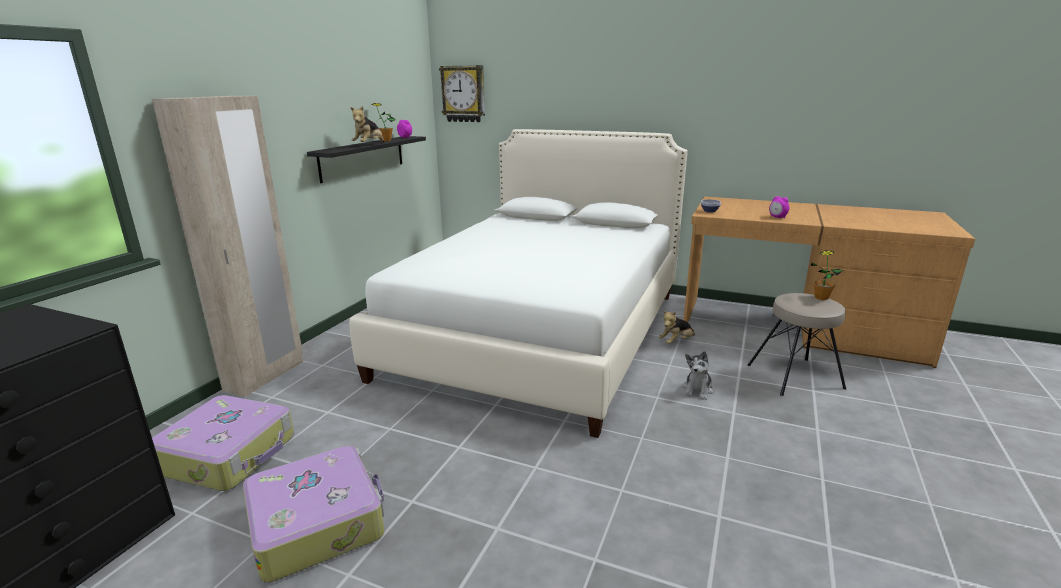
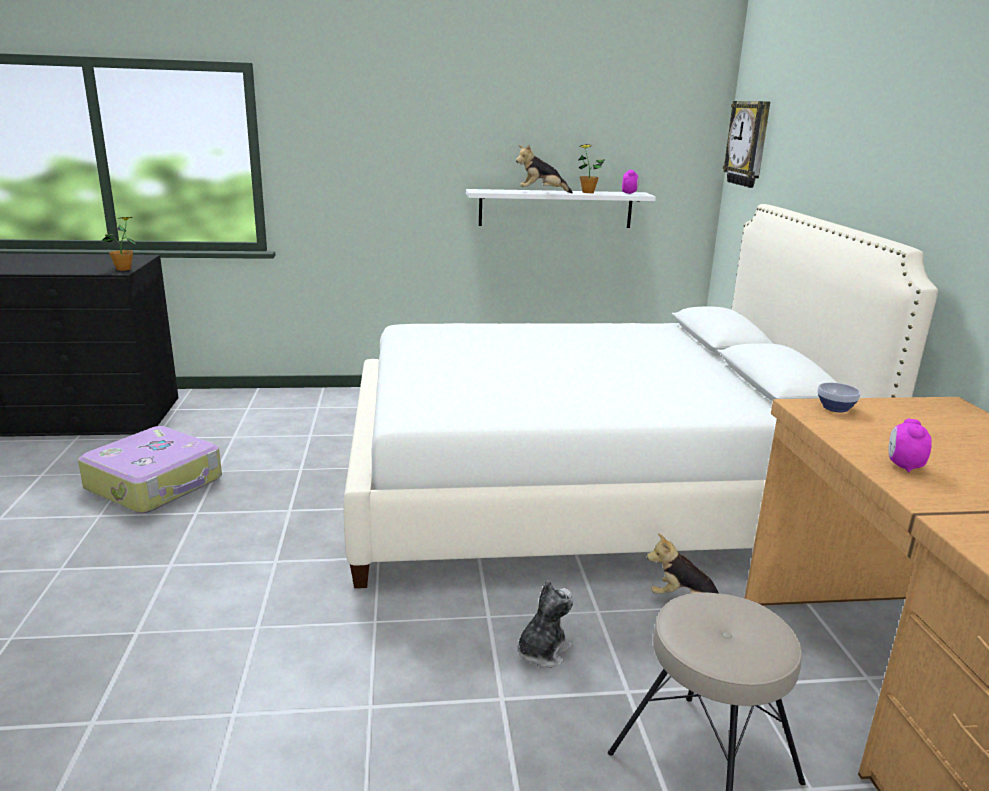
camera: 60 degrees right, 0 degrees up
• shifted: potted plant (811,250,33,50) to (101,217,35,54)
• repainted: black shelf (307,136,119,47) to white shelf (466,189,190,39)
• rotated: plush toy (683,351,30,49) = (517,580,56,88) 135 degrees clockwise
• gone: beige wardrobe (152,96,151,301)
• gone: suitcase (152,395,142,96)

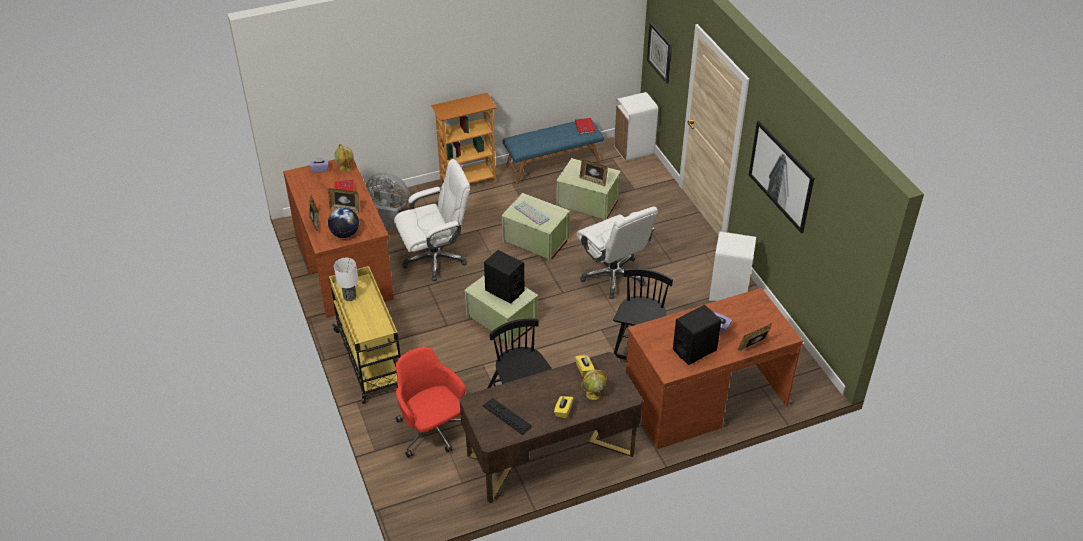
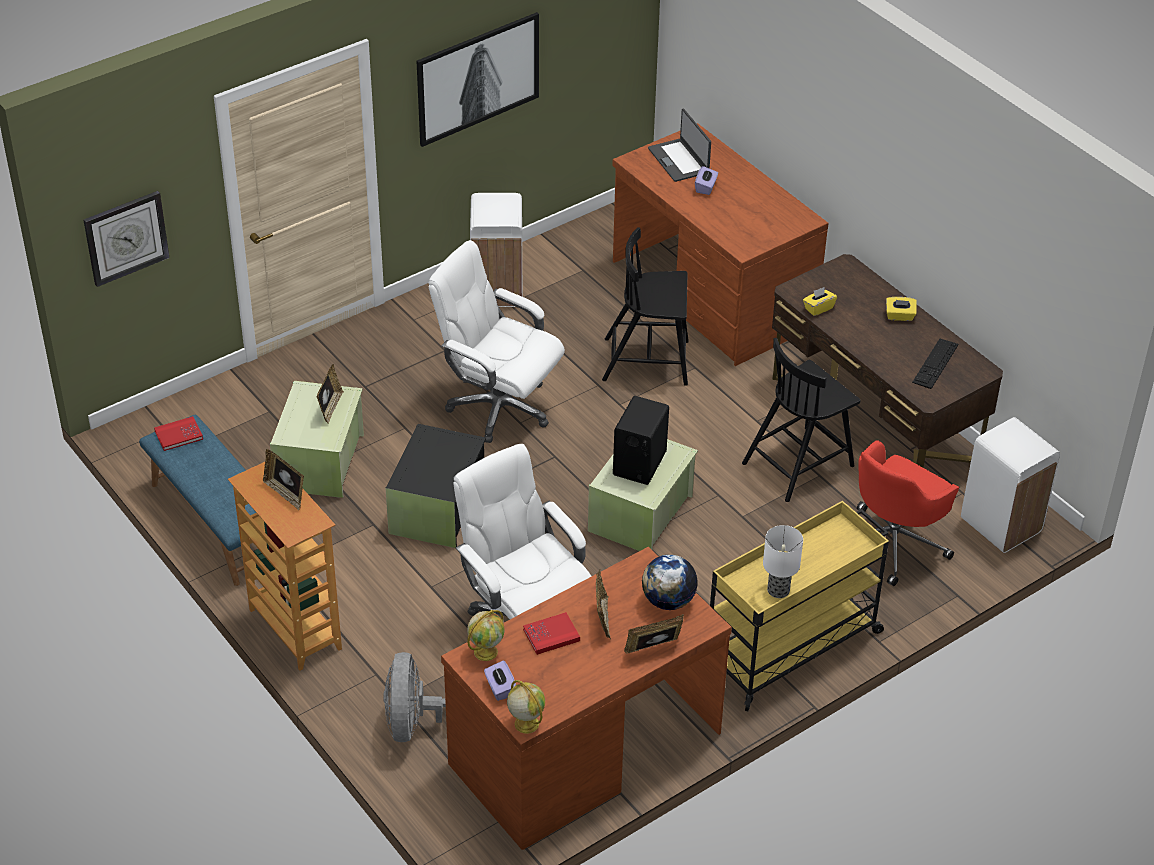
camera: 105 degrees left, 0 degrees up
• shifted: picture frame (737,323,35,28) to (263,449,41,62)
• repainted: green storage box (502,193,68,68) to black storage box (386,424,100,124)
• rotated: white office chair (577,206,81,93) = (428,240,137,203) 105 degrees counterclockwise
• shifted: globe (581,370,26,30) to (507,680,38,54)
• new: laptop (648,109,63,73)
• shifted: white trash can (614,92,44,69) to (961,417,99,136)
• gone: keyboard (514,201,36,24)
• gone: black speaker (673,305,48,60)

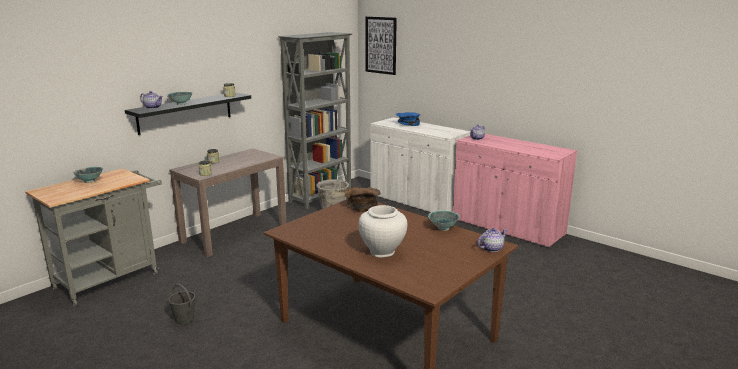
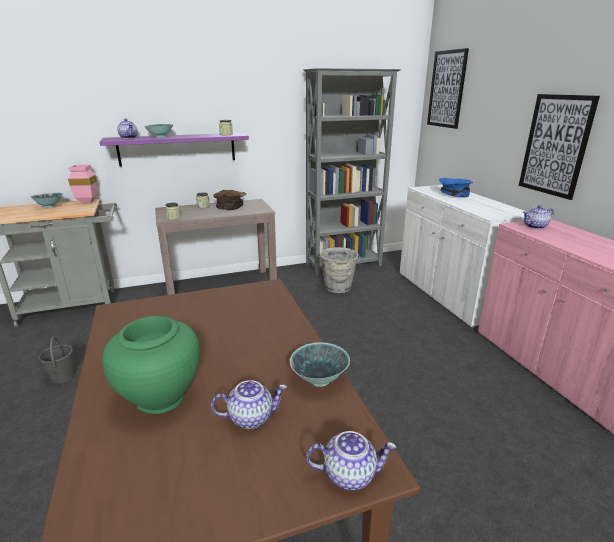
camera: 30 degrees right, 5 degrees up
• new: pink vase (68,165,29,38)
• repainted: black shelf (125,92,126,43) to purple shelf (100,133,149,34)
• repainted: white vase (359,205,48,53) to green vase (102,316,98,98)
• new: teapot (211,380,76,49)
• shifted: brown bowl (344,187,36,25) to (213,190,33,20)
• new: picture (519,94,81,106)

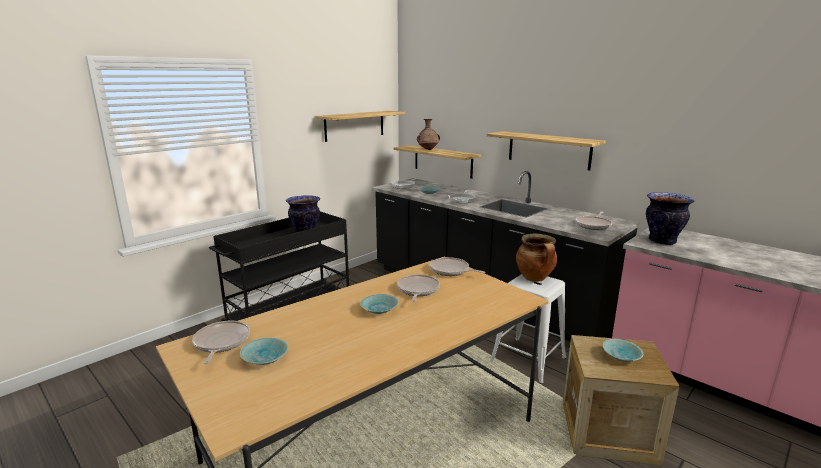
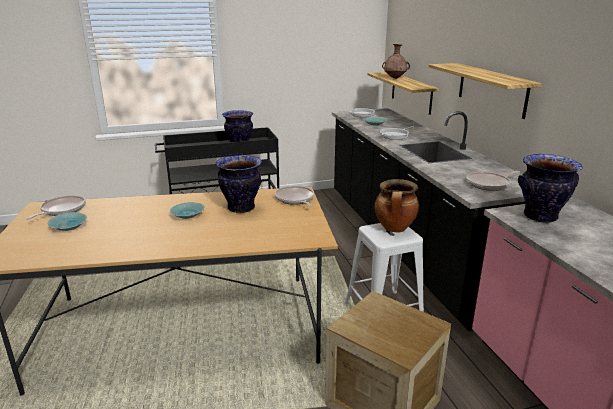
camera: 30 degrees right, 5 degrees up
• swapped: frying pan (397,274,43,28) to vase (216,155,46,58)
• gone: shelf (316,111,89,31)
• gone: turquoise bowl (603,339,40,23)

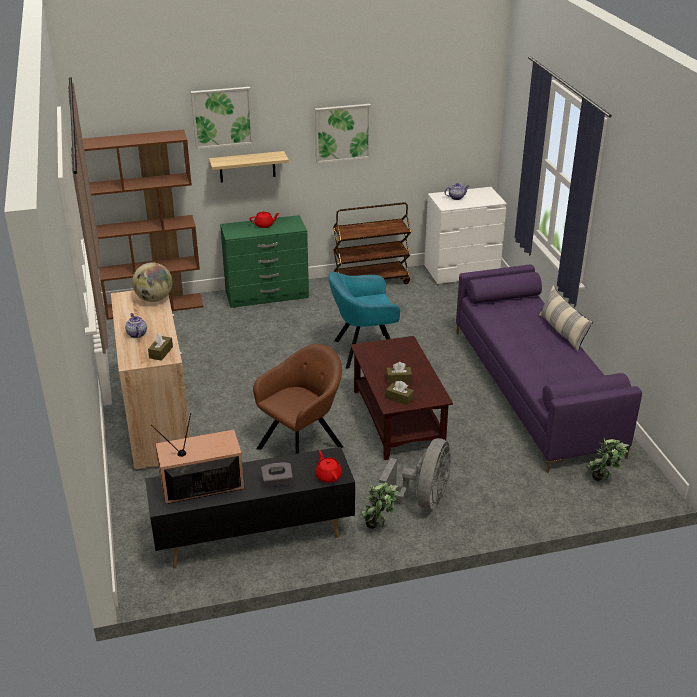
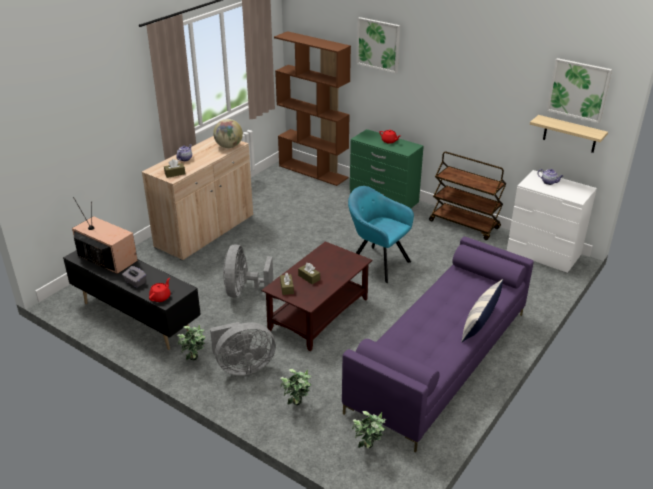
camera: 50 degrees right, 0 degrees up
• swapped: brown armchair (253,344,90,110) to grey fan (223,244,50,53)
• new: potted plant (280,369,32,36)
• shifted: shelf (209,151,80,31) to (530,115,78,38)
• shifted: picture (315,104,56,60) to (547,58,65,65)

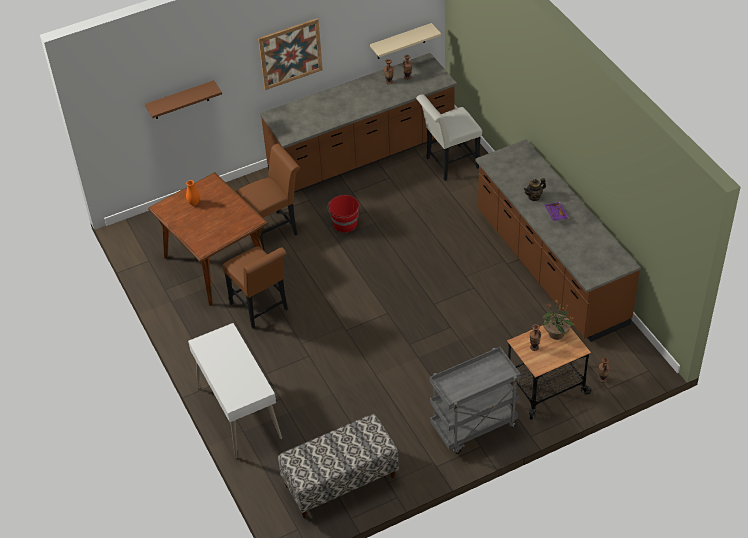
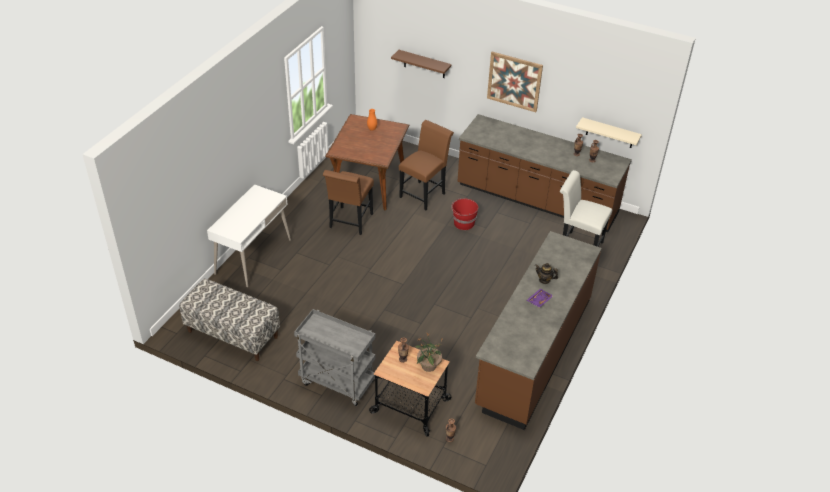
camera: 50 degrees right, 5 degrees down
• rotated: brown chair (235,144,65,106) = (399,120,55,90) 75 degrees counterclockwise

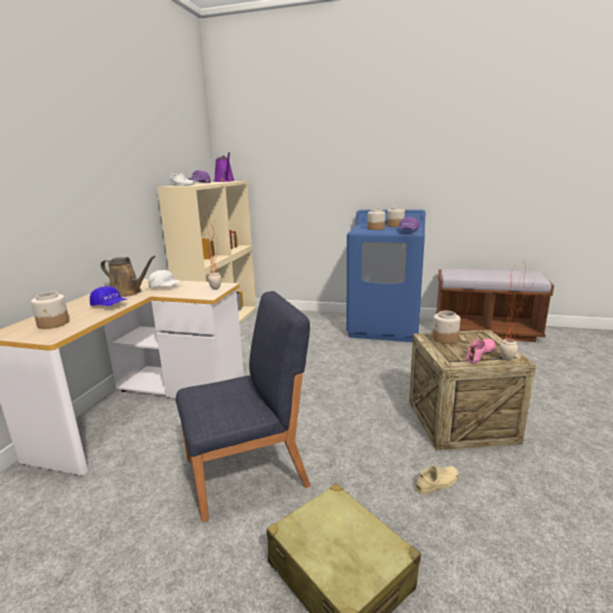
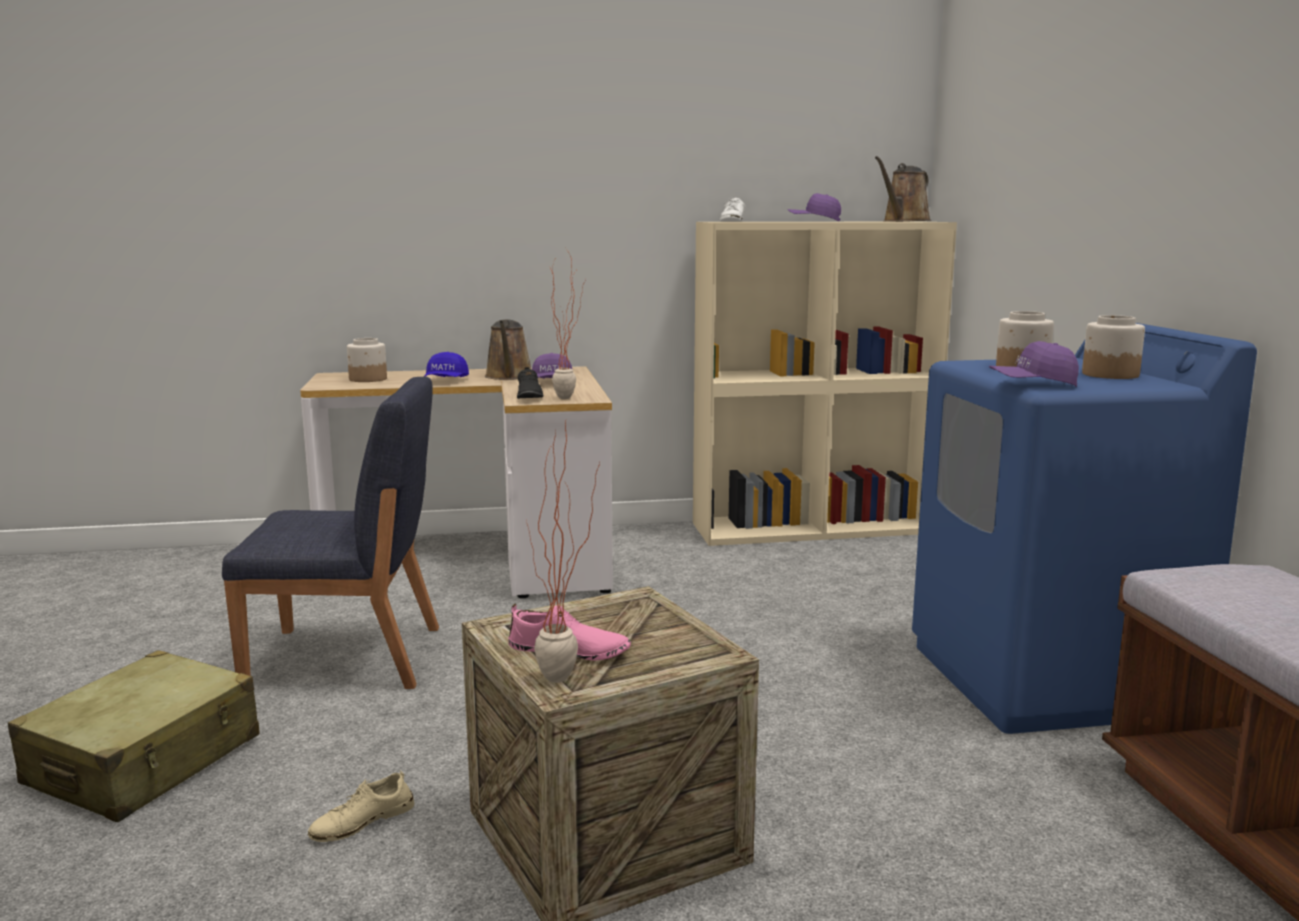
camera: 65 degrees right, 5 degrees down
• rotated: blue chair (176,291,135,232) = (222,377,217,312) 45 degrees counterclockwise
• rotated: beige shoe (416,466,42,29) = (308,770,106,72) 105 degrees clockwise
• new: black shoe (517,367,26,32)
• repainted: white cap (148,270,34,18) to purple cap (532,353,41,26)
• repainted: purple watering can (214,152,21,30) to brown watering can (875,156,56,66)
• gone: jar (432,311,28,33)

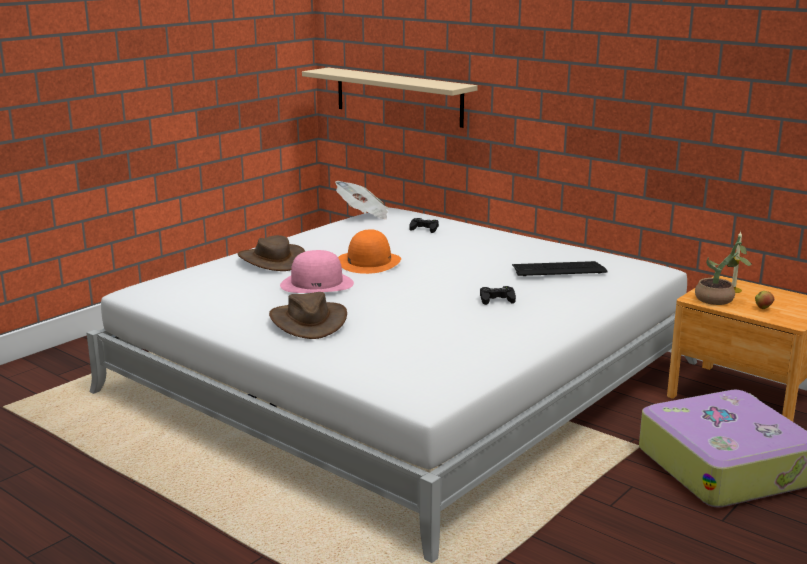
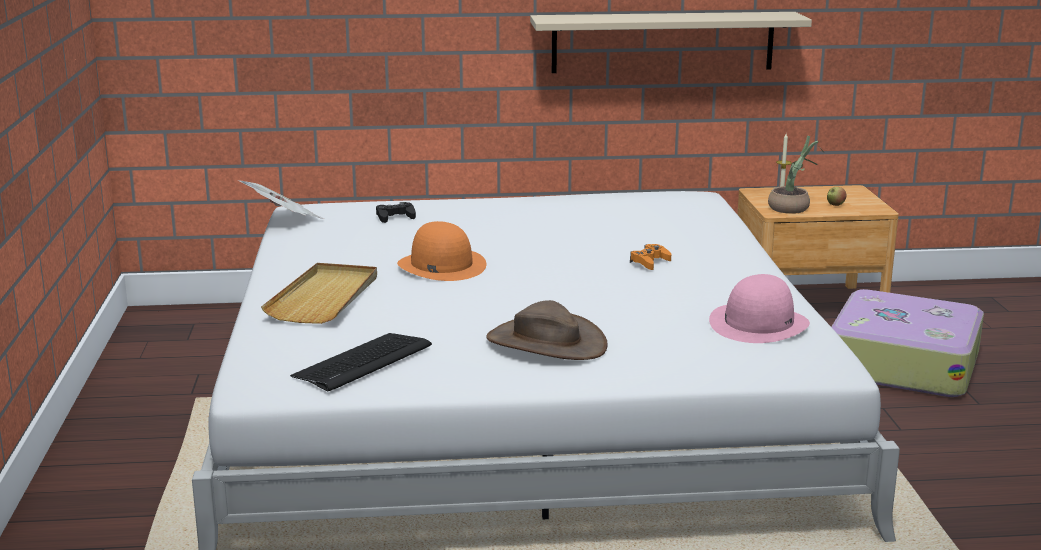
camera: 45 degrees left, 0 degrees up
• swapped: brown hat (238,235,68,36) to beige tray (261,263,116,61)
• shifted: keyboard (512,261,96,15) to (290,333,142,58)
• shifted: beige shelf (302,68,176,60) to (530,12,282,61)
• repainted: black game controller (480,286,36,19) to orange game controller (630,244,41,26)
• shifted: pink hat (280,250,74,43) to (709,274,101,69)

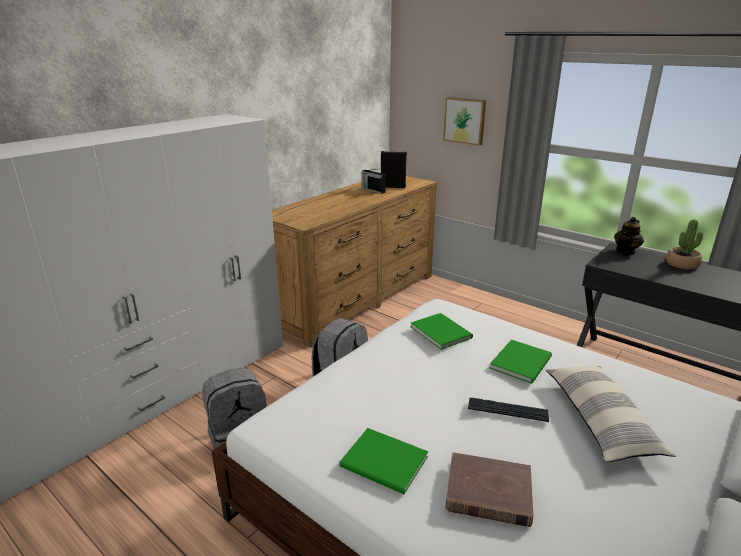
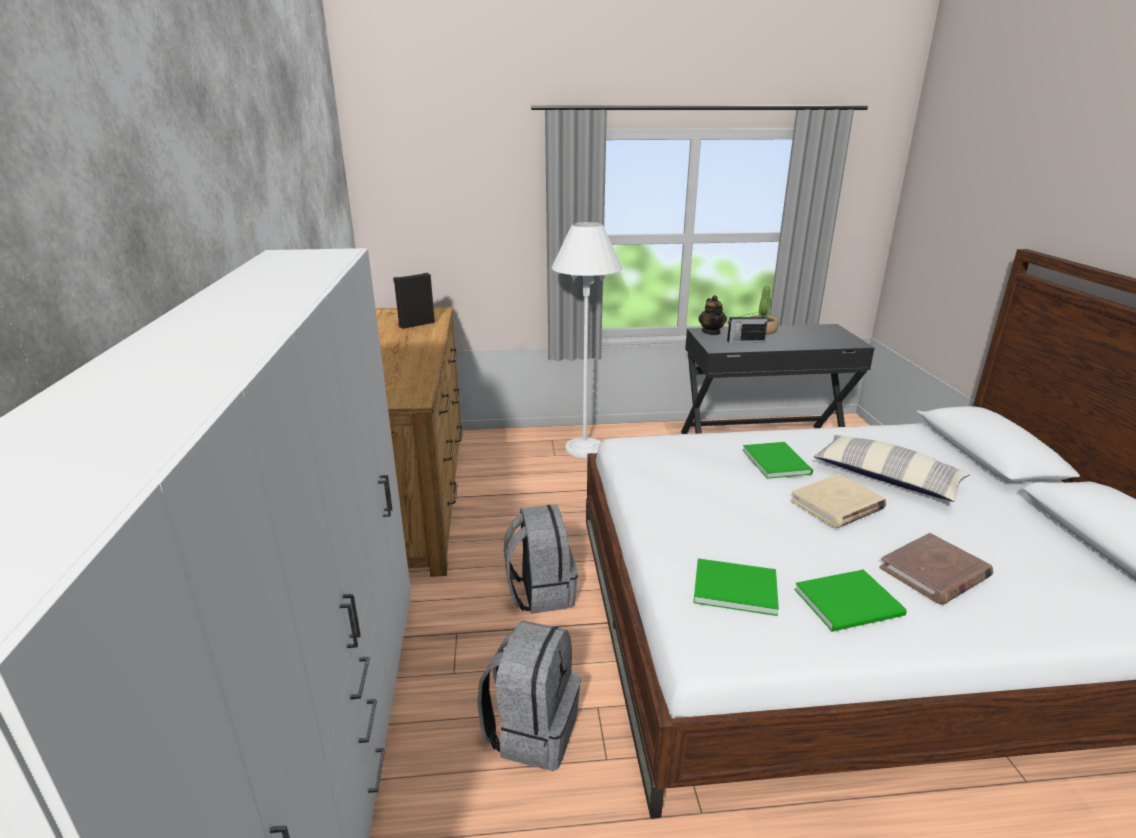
camera: 45 degrees left, 0 degrees up
• new: white floor lamp (552,222,70,236)
• shifted: green book (411,313,62,37) to (693,558,86,58)
• shifted: radio (362,169,24,25) to (727,311,41,32)
• swapped: keyboard (468,398,81,24) to beige book (791,474,95,54)
• gone: picture (443,97,43,49)

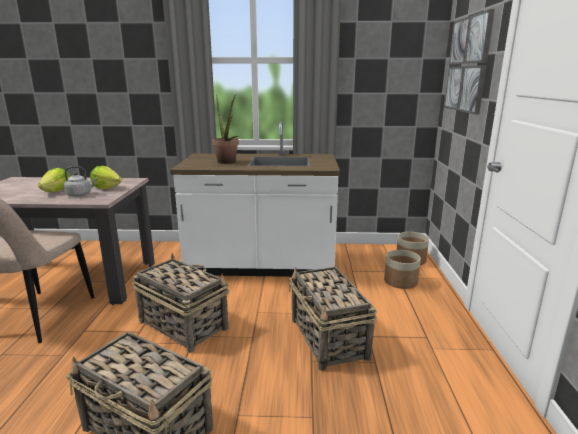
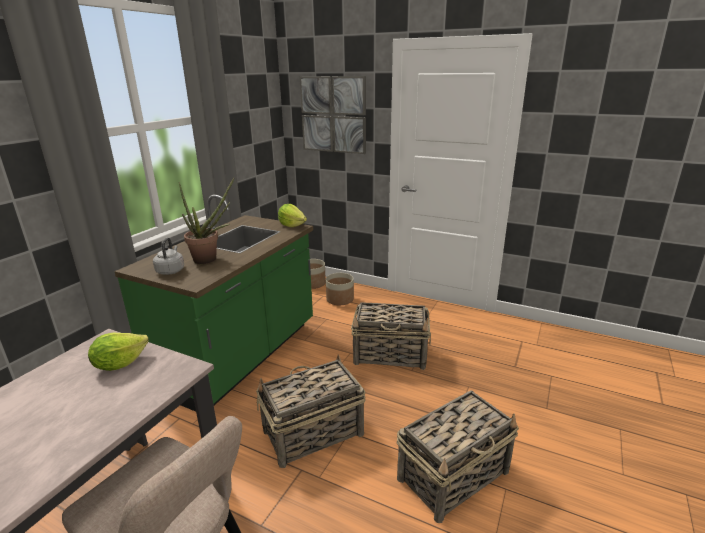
camera: 65 degrees left, 5 degrees up
• repainted: white counter (170,121,170,156) to green counter (114,195,199,216)
• shifted: grey kettle (63,166,34,31) to (153,238,31,37)
• shifted: lettuce (38,168,32,24) to (278,204,29,23)

